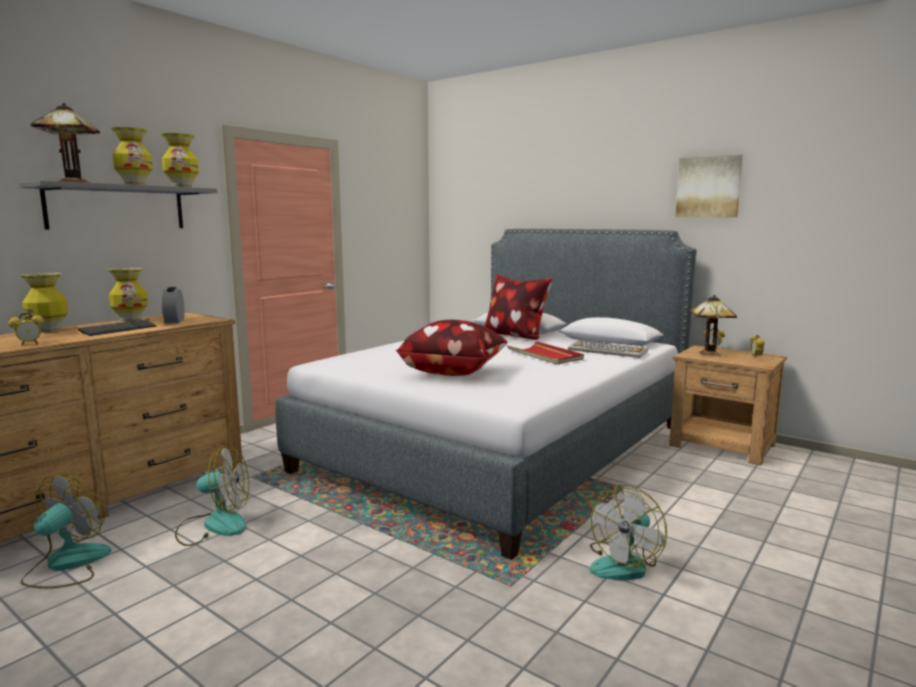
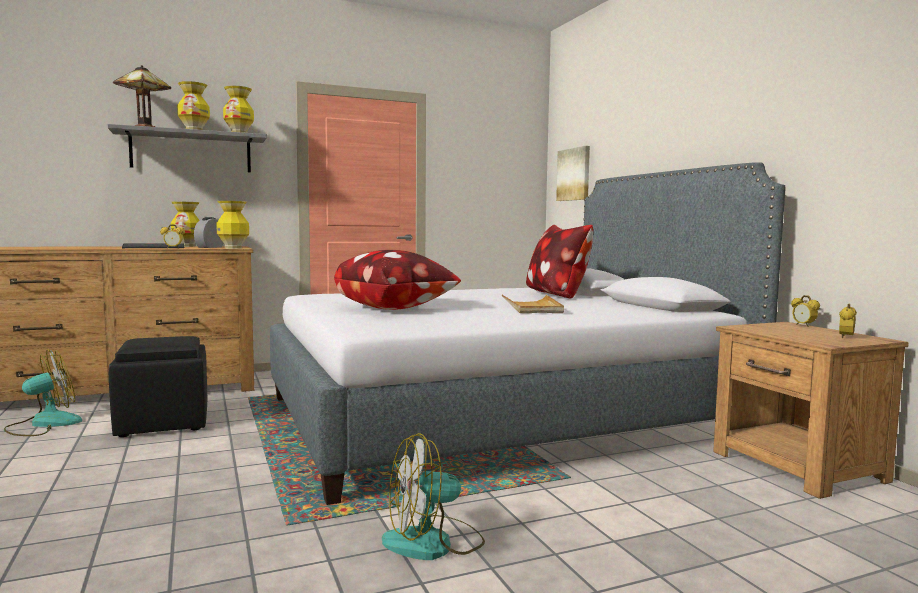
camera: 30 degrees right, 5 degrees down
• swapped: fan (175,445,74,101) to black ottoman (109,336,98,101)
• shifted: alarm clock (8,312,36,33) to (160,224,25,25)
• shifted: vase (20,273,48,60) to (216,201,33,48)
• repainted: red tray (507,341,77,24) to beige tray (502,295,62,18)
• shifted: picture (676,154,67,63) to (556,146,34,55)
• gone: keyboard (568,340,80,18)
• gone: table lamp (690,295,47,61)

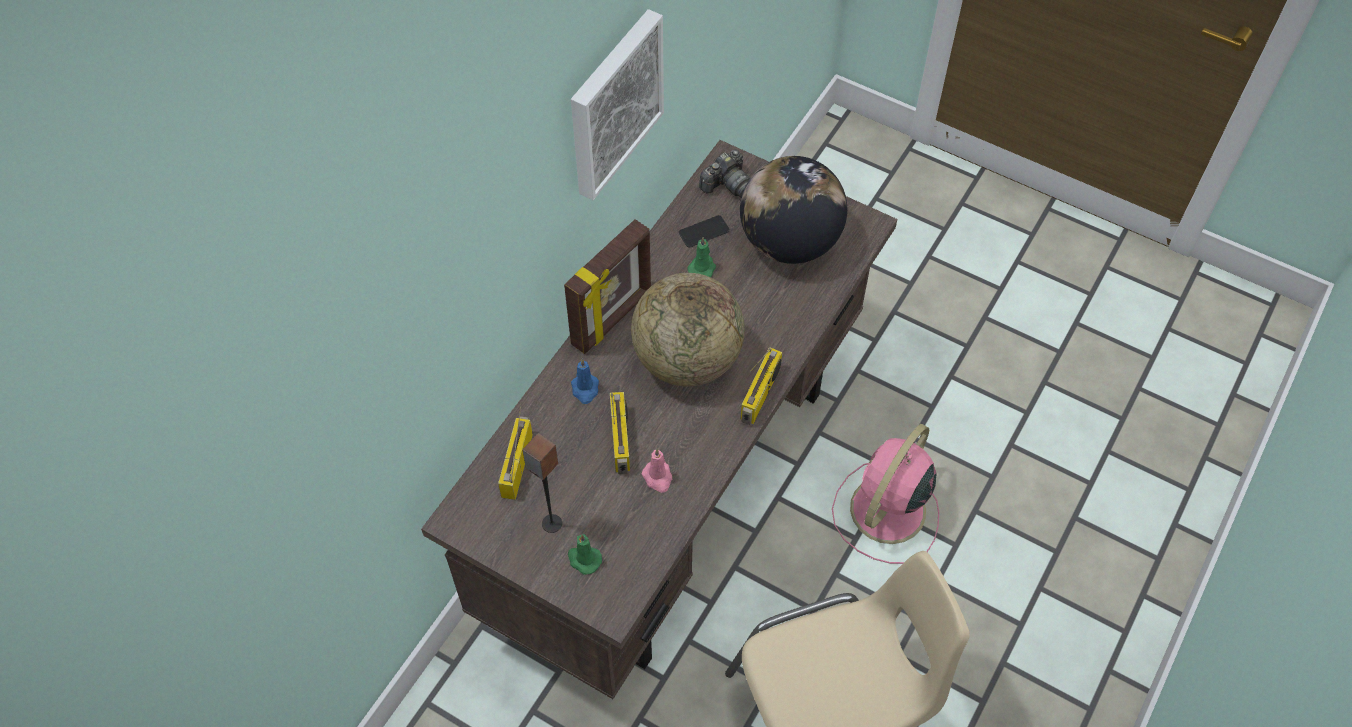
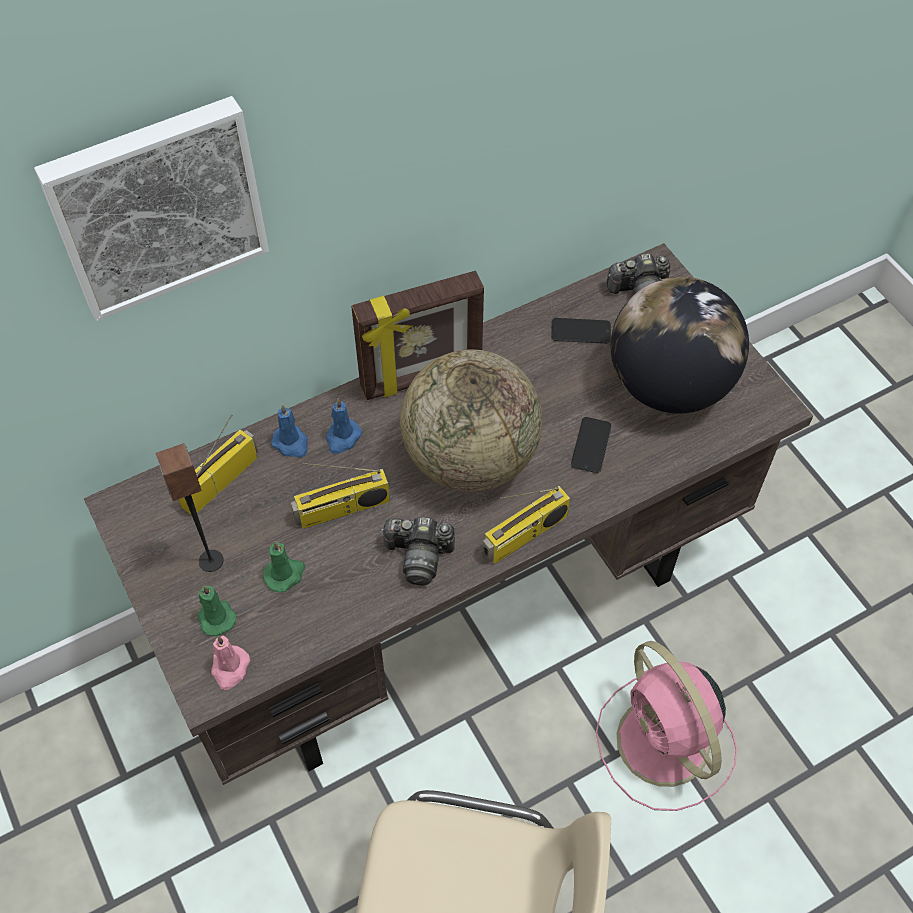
camera: 30 degrees right, 0 degrees up
• shifted: picture (571,9,93,191) to (34,96,235,225)
• shifted: pink candle (642,449,30,44) to (211,635,39,55)
• shifted: green candle (688,237,28,40) to (263,541,42,51)
• new: blue candle (271,404,37,53)
• rotated: radio (610,392,20,82) = (291,463,99,66) 45 degrees clockwise
• new: photo camera (381,517,74,68)
• new: phone (571,417,41,56)
• rotated: pink fan (832,424,107,140) = (596,641,141,170) 90 degrees counterclockwise

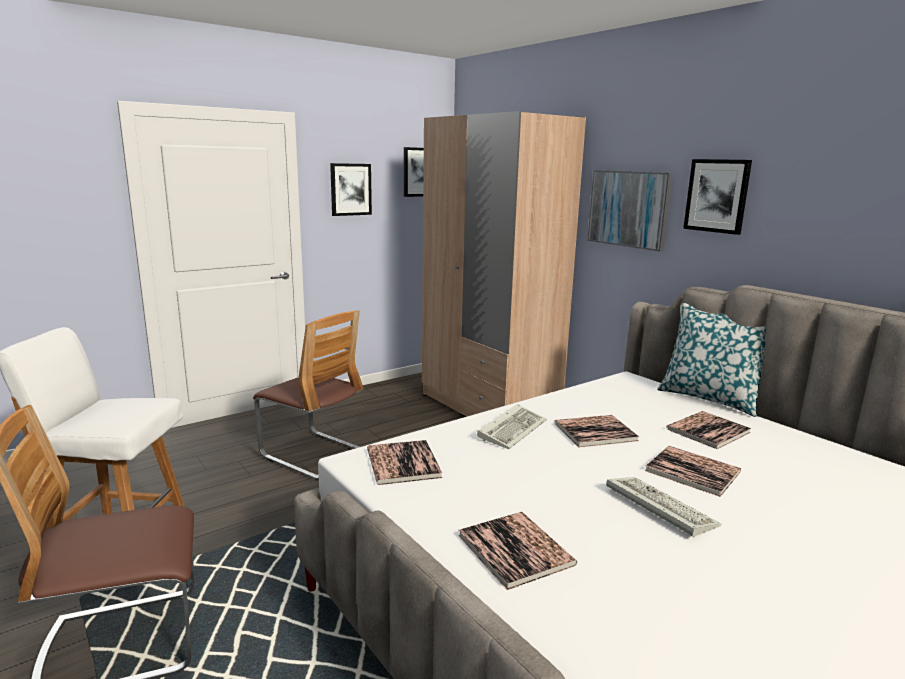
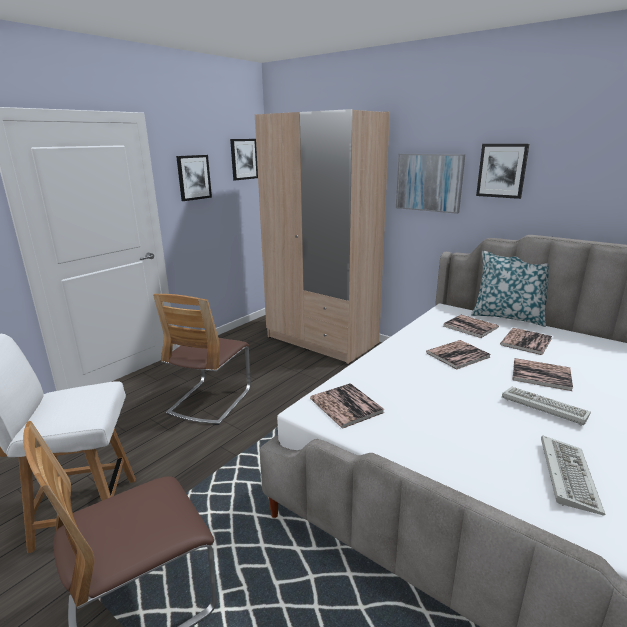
camera: 15 degrees left, 5 degrees up
• rotated: chair (253,311,110,170) = (153,294,98,131) 90 degrees clockwise
• shifted: book (458,512,119,78) to (443,315,56,23)
• shifted: keyboard (477,404,70,45) to (541,435,65,81)

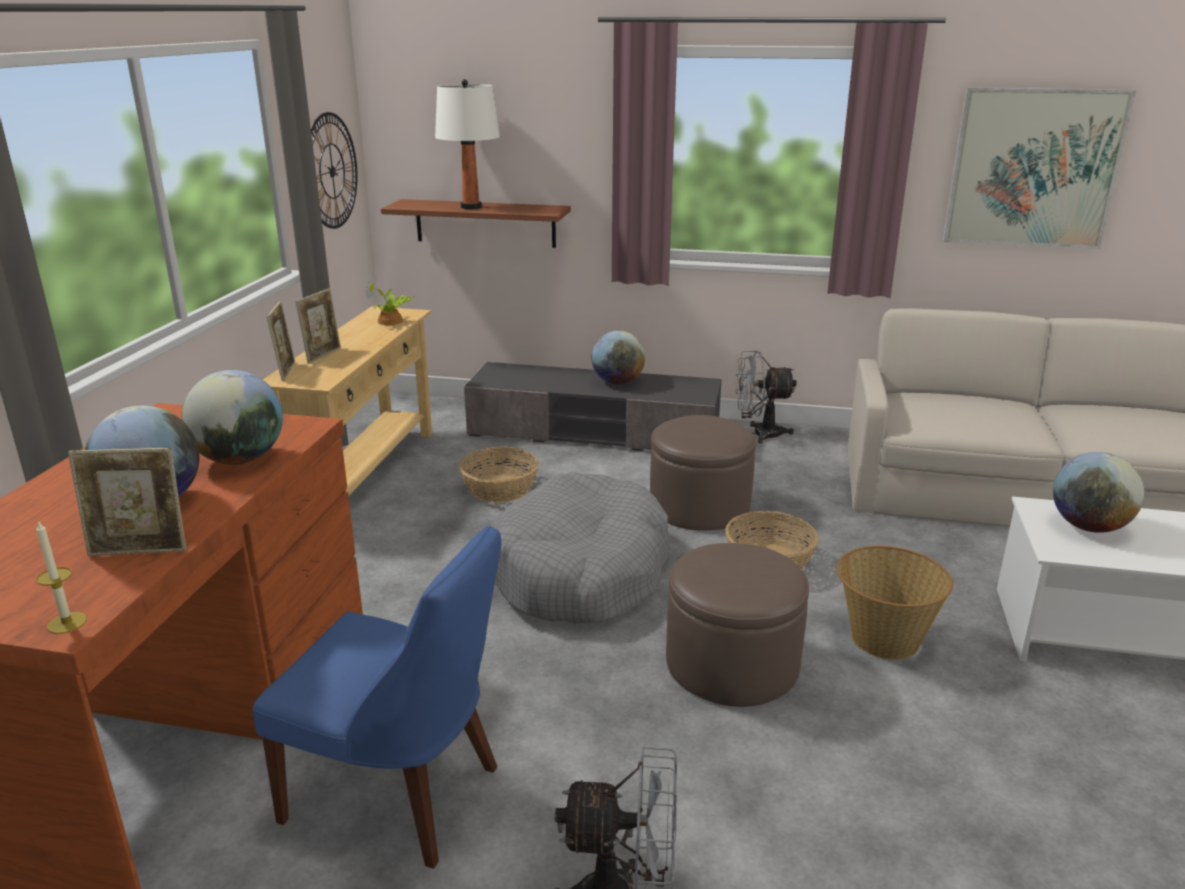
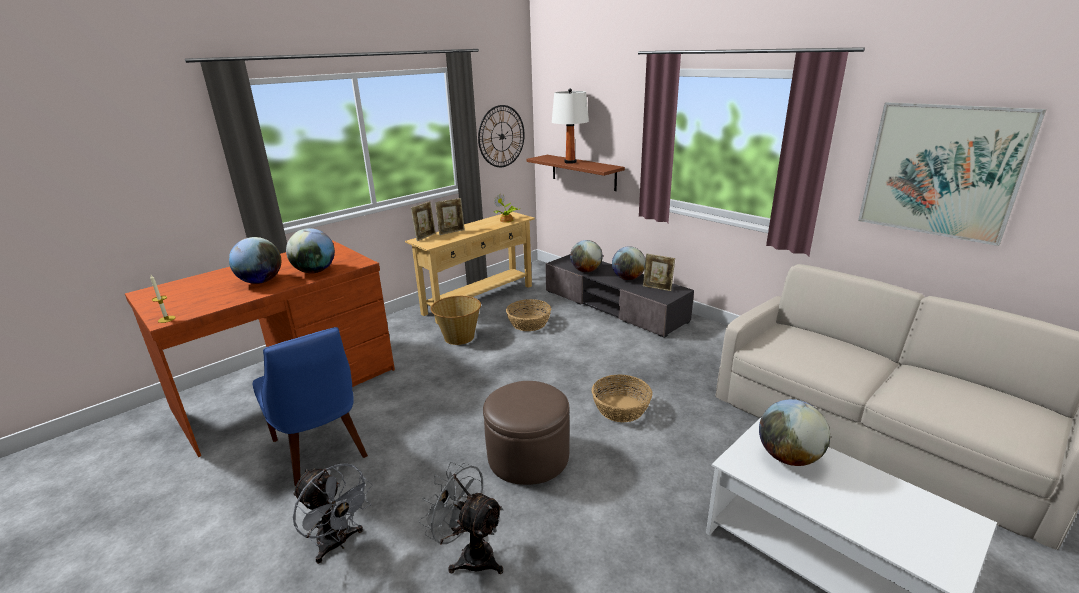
camera: 35 degrees right, 0 degrees up
• shifted: grey fan (736,351,61,93) to (418,462,85,112)
• shifted: basket (836,545,117,115) to (430,296,51,49)
• new: globe (570,240,33,32)
• shifted: picture frame (68,448,118,108) to (643,254,32,37)
• gone: grey dog bed (494,472,177,152)
• gone: brown ottoman (650,415,106,115)

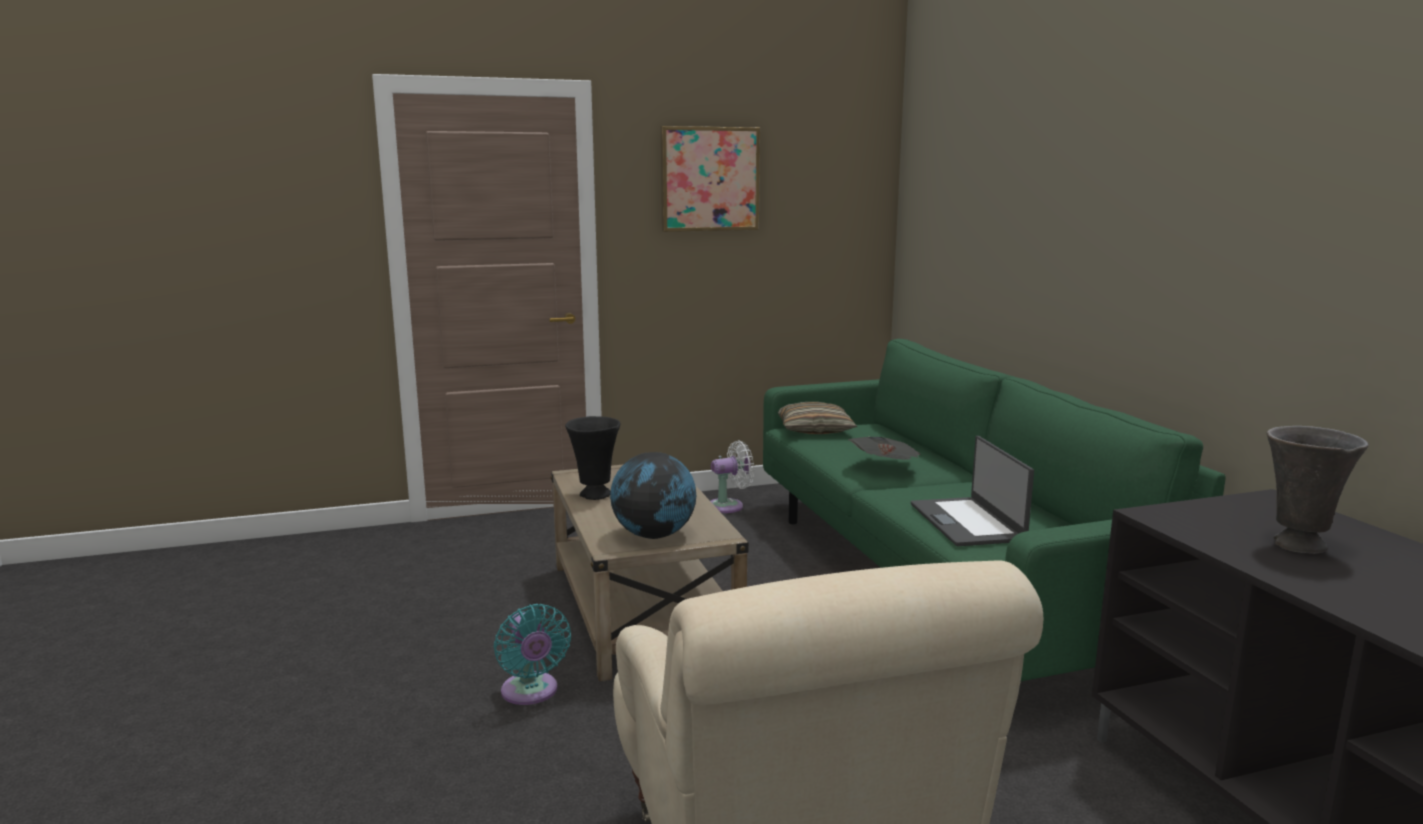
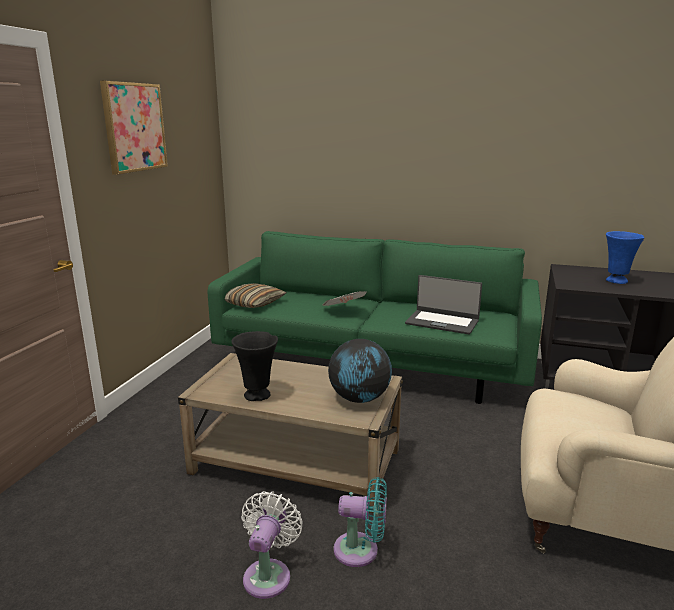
camera: 55 degrees left, 5 degrees up
• shifted: white fan (711,440,43,73) to (241,491,62,108)
• repainted: grey vase (1267,426,102,128) to blue vase (606,231,38,53)

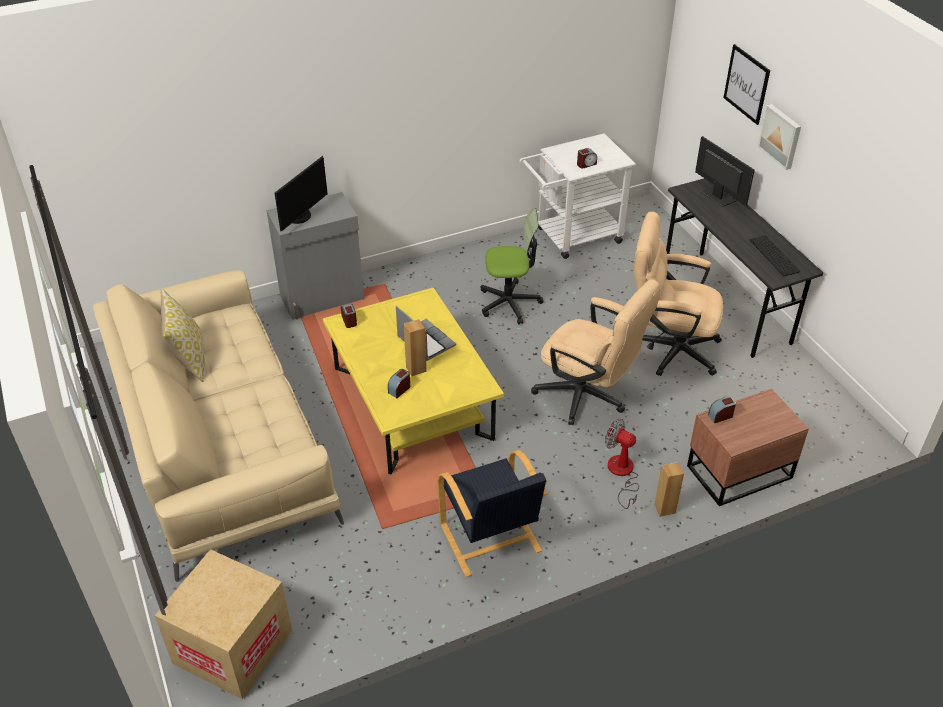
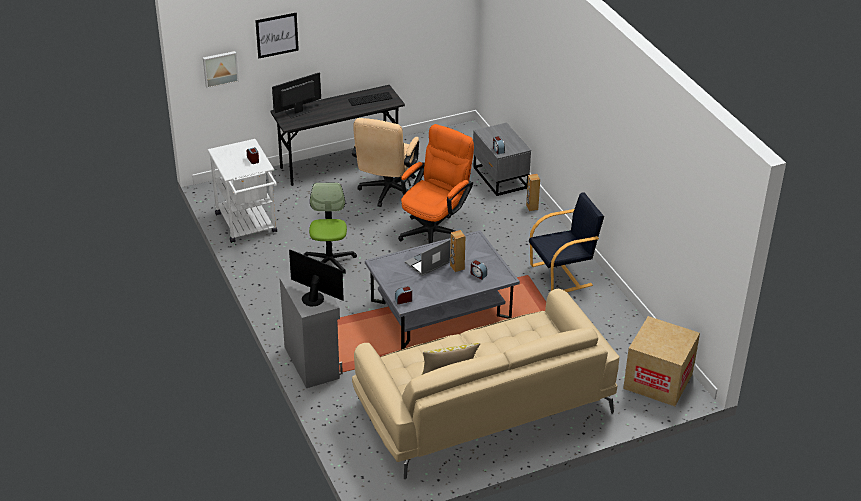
camera: 90 degrees left, 5 degrees down
• shifted: picture (758,104,43,66) to (203,51,36,37)
• repainted: yellow coffee table (323,288,181,186) to grey coffee table (365,231,155,118)
• repainted: beige office chair (531,280,129,145) to orange office chair (398,124,76,119)
• repainted: brown nightstand (687,388,122,118) to grey nightstand (473,123,58,73)
• gone: fan (605,418,34,91)

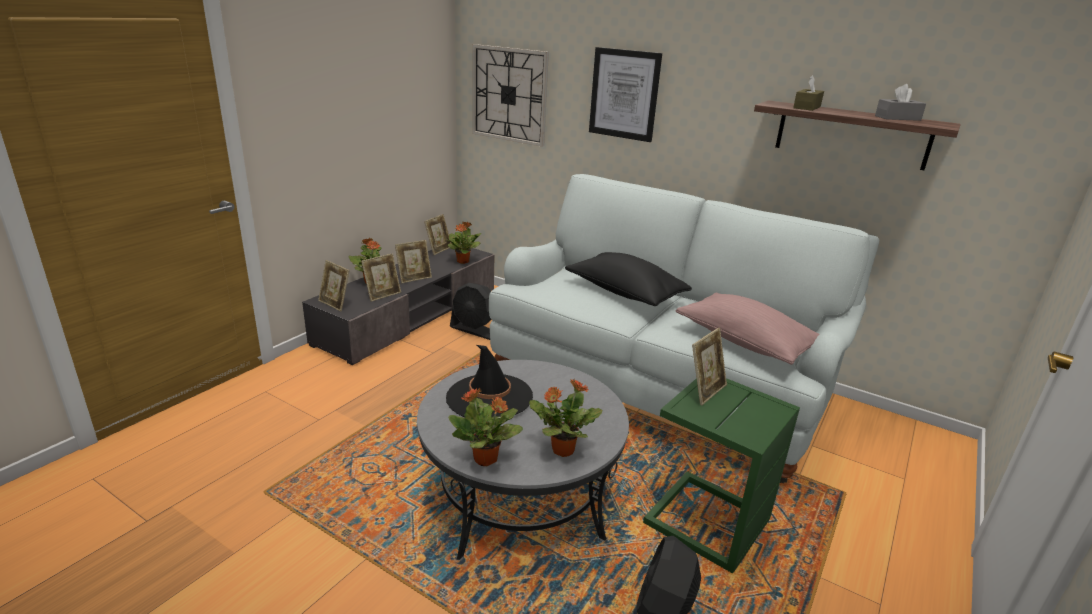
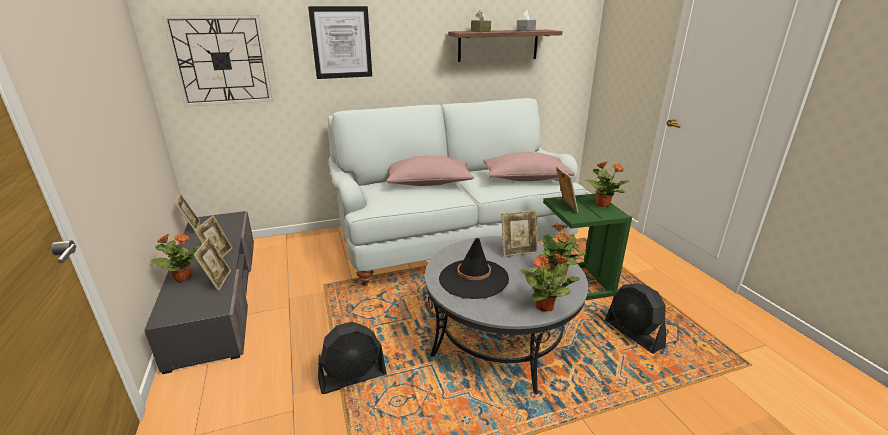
camera: 50 degrees left, 0 degrees up
• shifted: black fan (450,283,42,57) to (318,321,69,73)
• repainted: black pillow (565,252,127,54) to pink pillow (386,156,88,30)
• shifted: picture frame (318,260,31,51) to (501,210,37,47)
• shifted: potted plant (446,222,36,42) to (585,161,44,46)

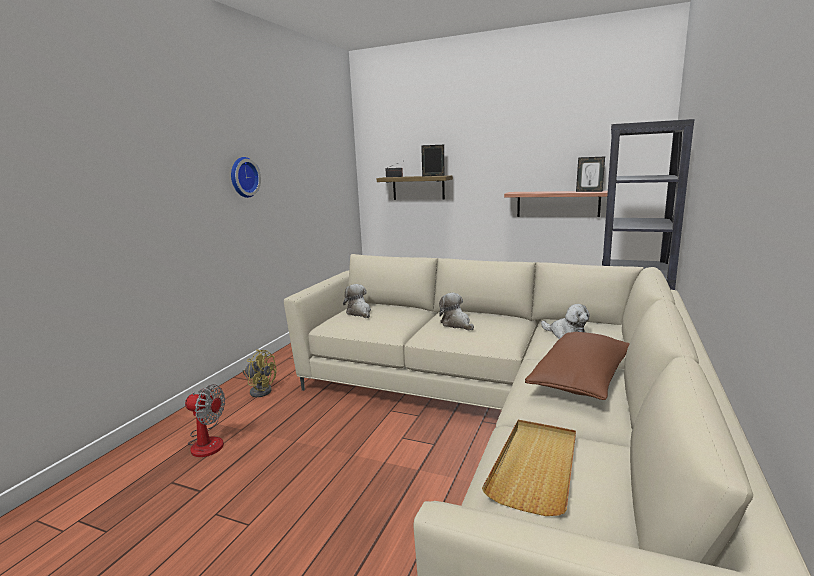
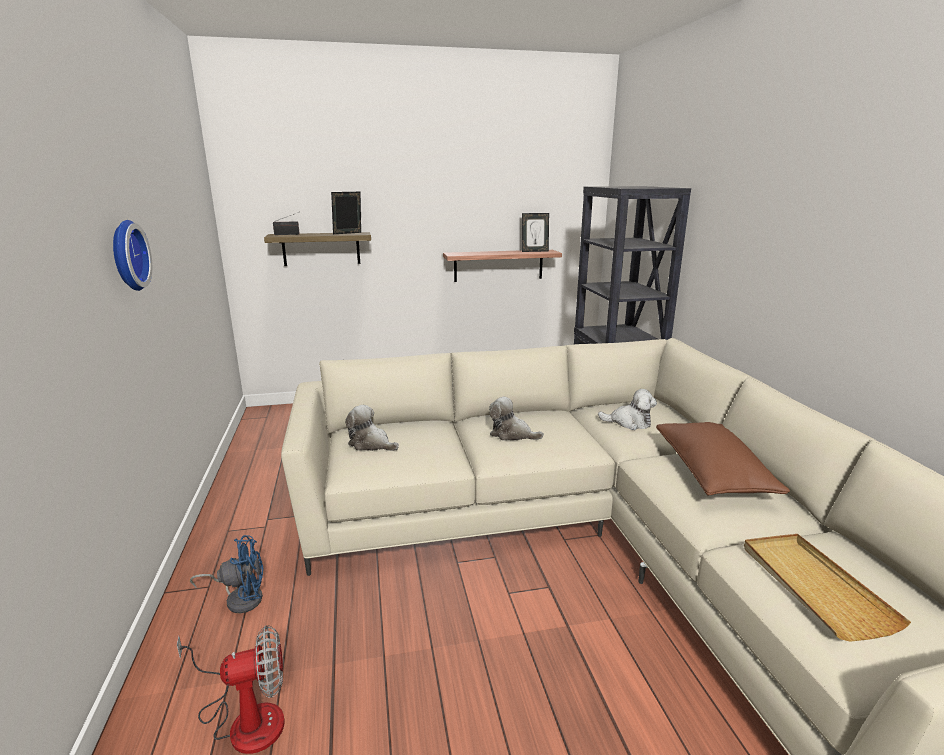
camera: 35 degrees left, 5 degrees up
• repainted: yellow fan (242,349,35,48) to blue fan (190,535,73,78)

